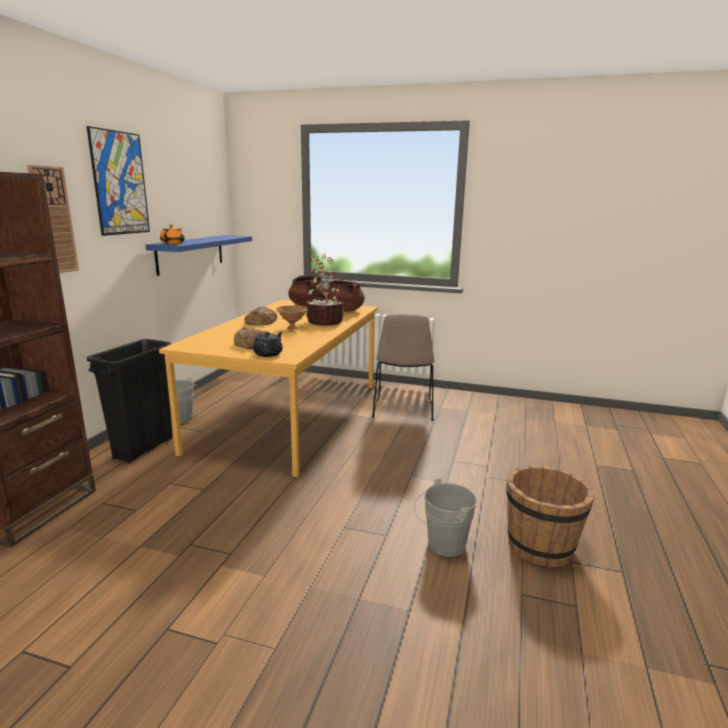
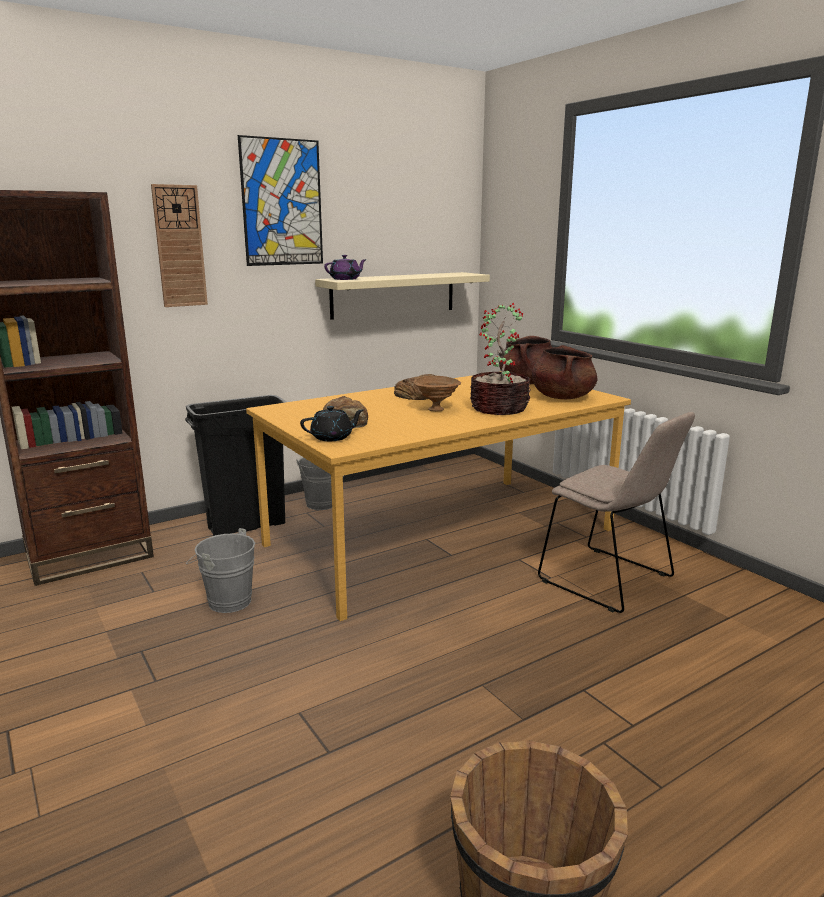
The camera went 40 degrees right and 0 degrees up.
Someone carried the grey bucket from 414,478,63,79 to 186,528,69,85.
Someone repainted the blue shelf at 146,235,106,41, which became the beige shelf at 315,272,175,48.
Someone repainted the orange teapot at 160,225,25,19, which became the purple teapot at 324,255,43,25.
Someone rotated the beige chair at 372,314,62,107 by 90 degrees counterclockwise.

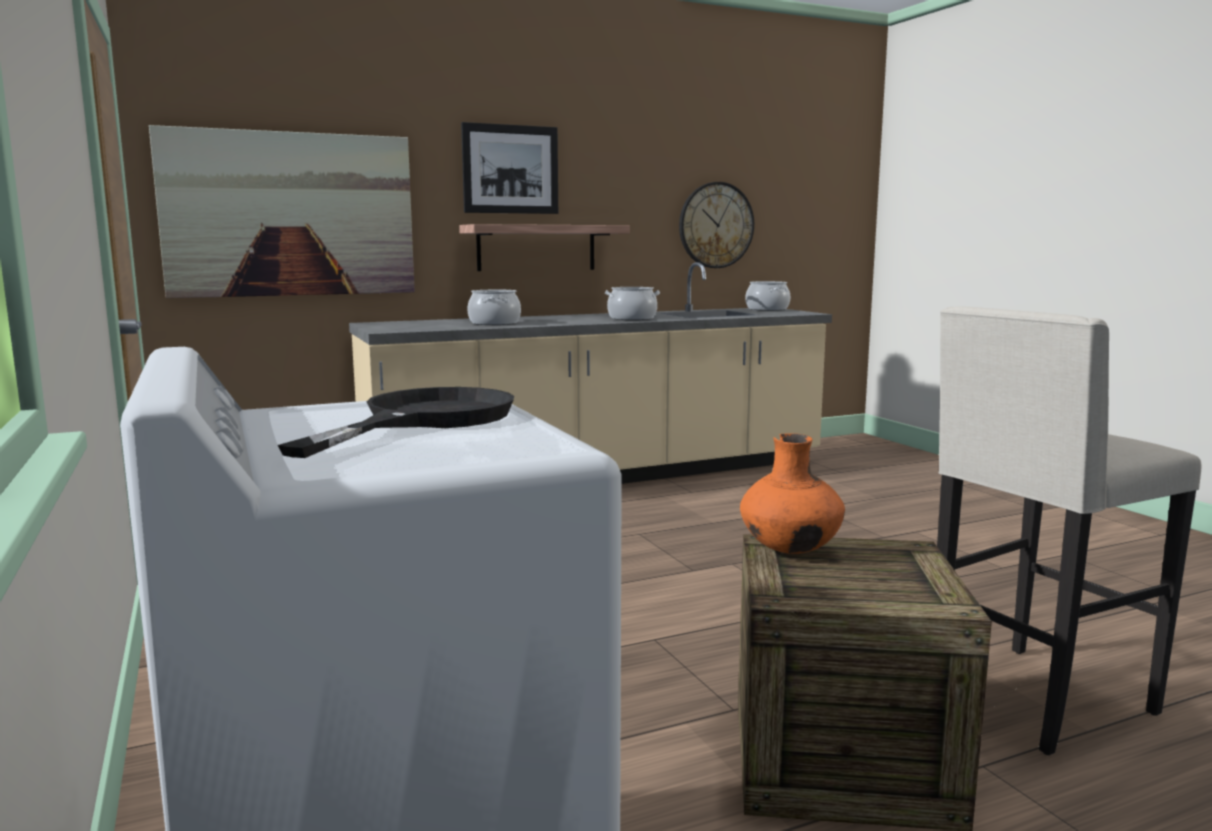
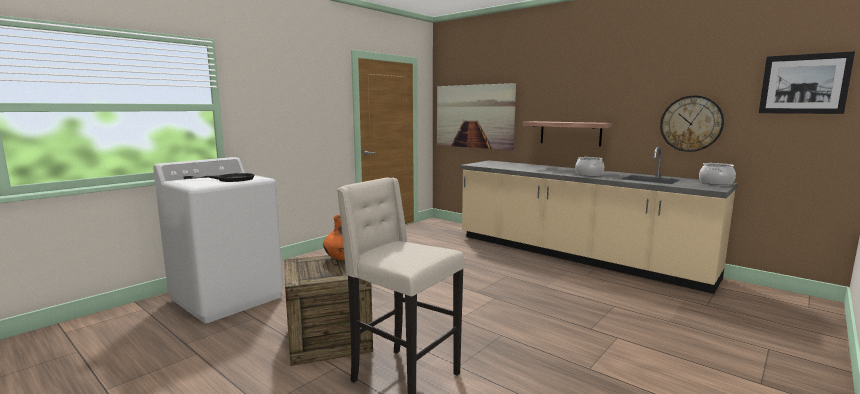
The camera went 65 degrees right and 0 degrees up.
Someone took away the cooking pot at 467,290,54,35.
Someone carried the picture from 461,122,97,92 to 759,51,96,63.

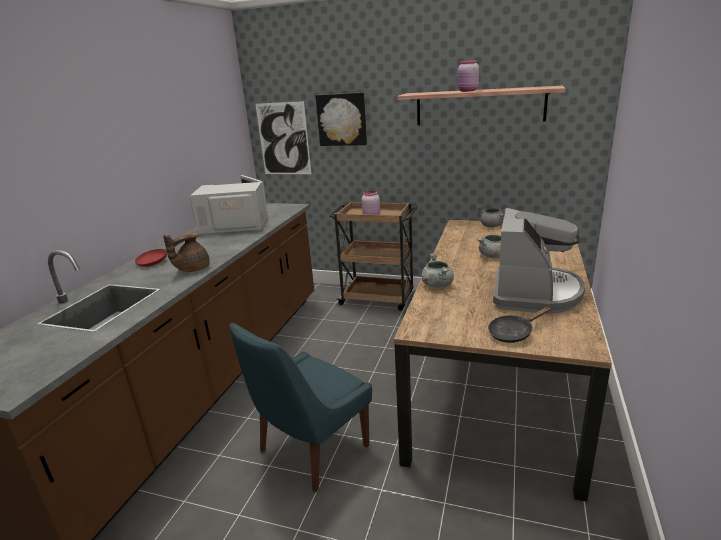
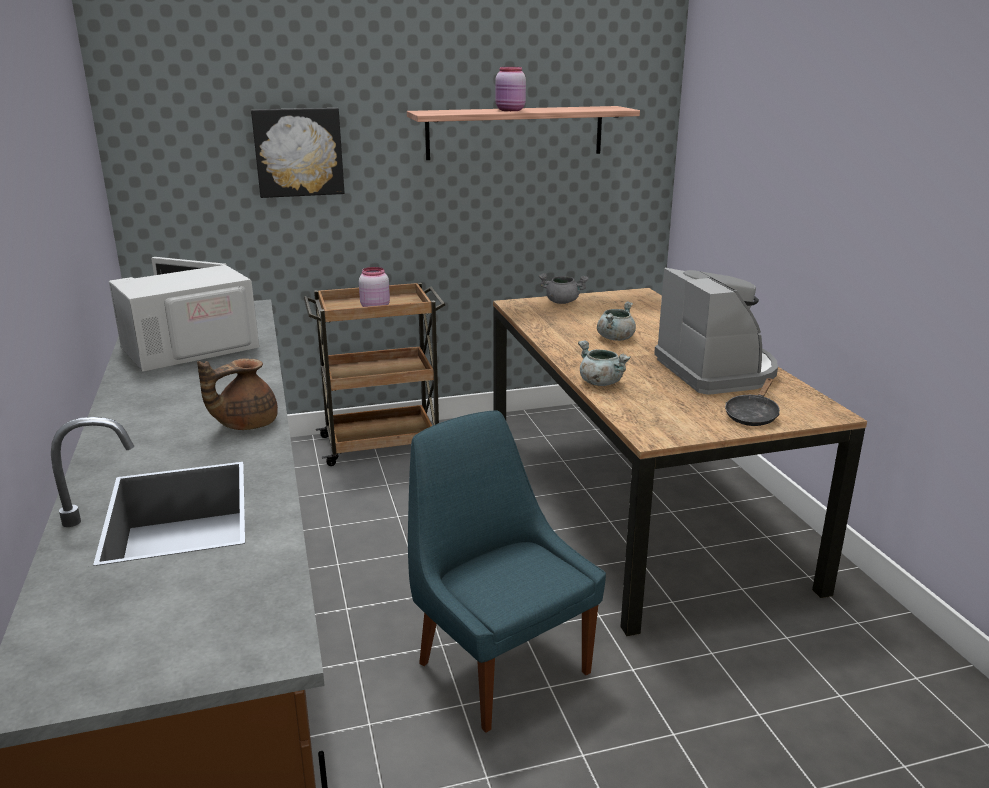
The camera went 35 degrees left and 0 degrees up.
Someone took away the red frying pan at 135,241,48,26.
Someone took away the picture at 255,101,56,73.
Someone rotated the brown teapot at 163,233,47,39 by 45 degrees clockwise.
Someone rotated the blue chair at 229,323,143,169 by 135 degrees clockwise.

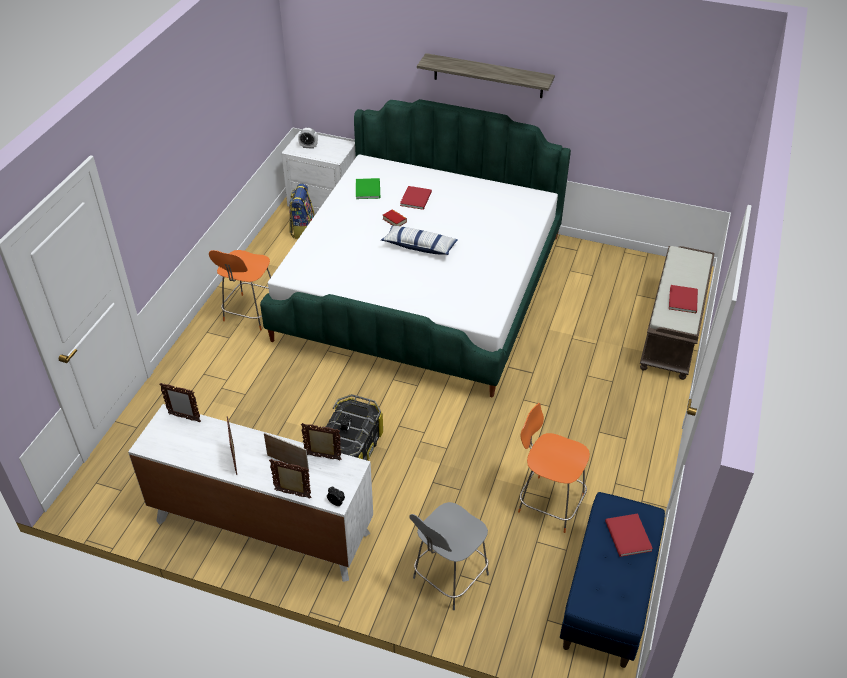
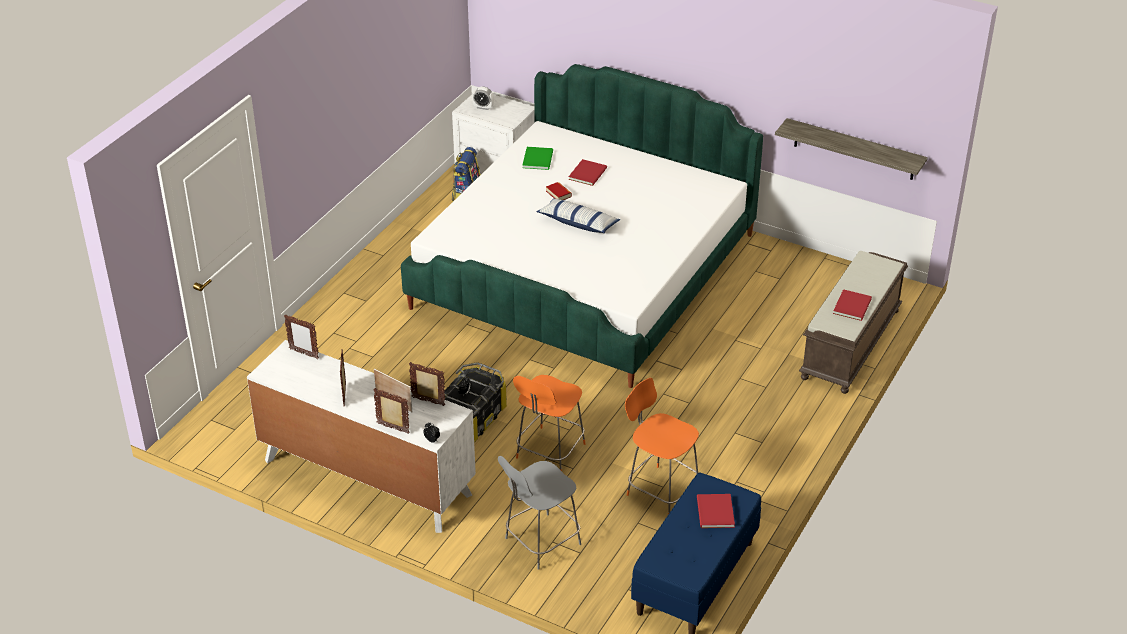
The camera went 10 degrees right and 5 degrees down.
Someone carried the orange chair from 209,250,62,80 to 513,375,73,96.
Someone carried the shelf from 417,53,138,45 to 775,118,153,62.

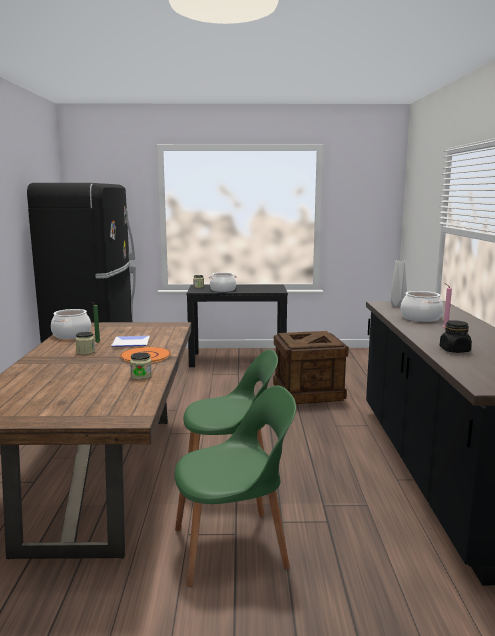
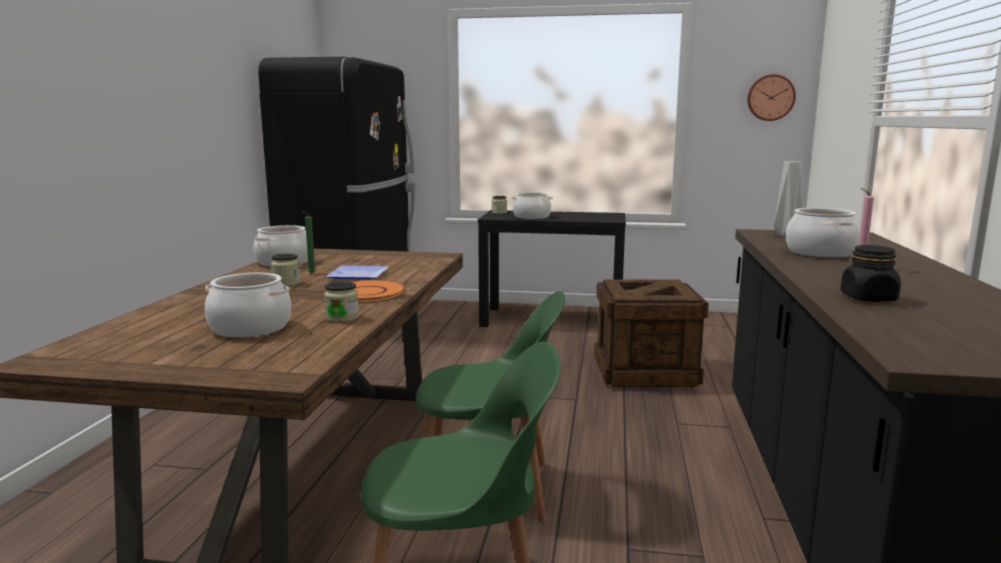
The camera went 10 degrees right and 0 degrees up.
Someone put down the cooking pot at 205,273,86,65.
Someone put up the wall clock at 747,74,49,47.

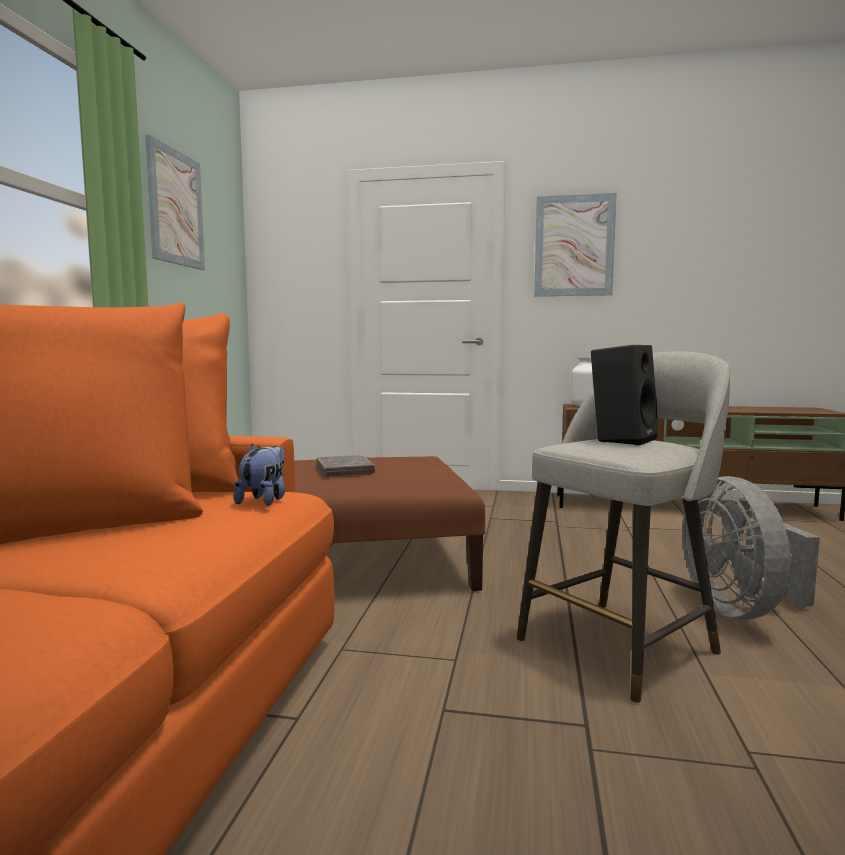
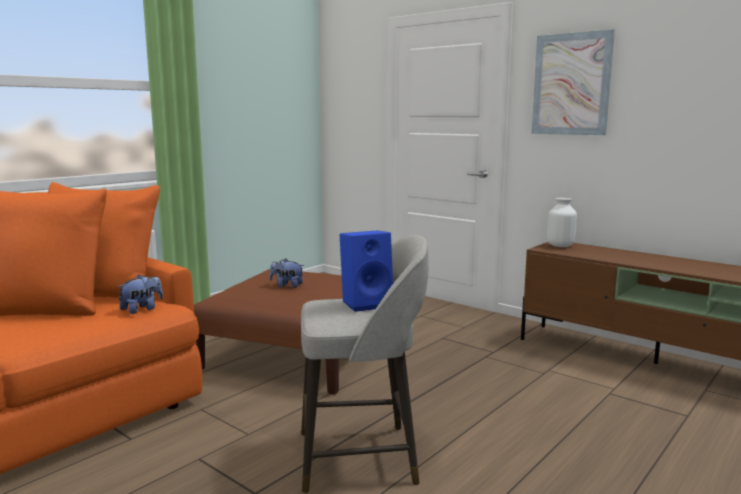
The camera went 30 degrees right and 5 degrees up.
Someone took away the picture at 145,135,60,135.
Someone took away the grey fan at 682,476,138,144.
Someone swapped the grey book at 317,455,58,21 for the plush toy at 269,259,35,29.
Someone repainted the black speaker at 591,345,68,100, which became the blue speaker at 340,230,53,82.

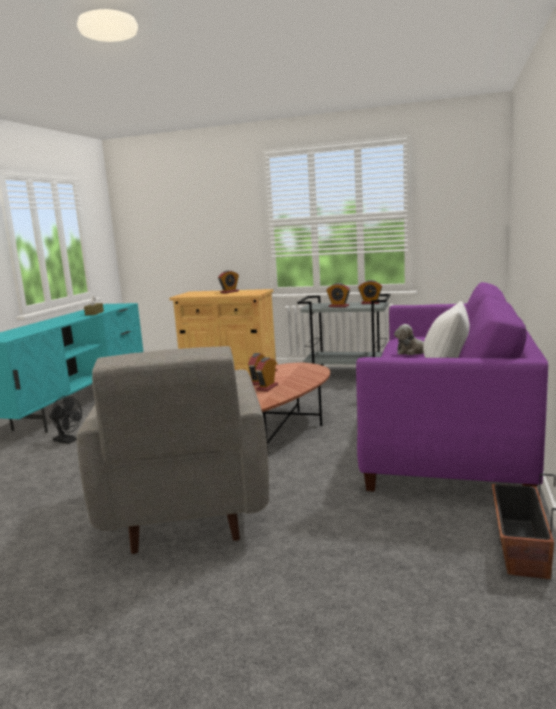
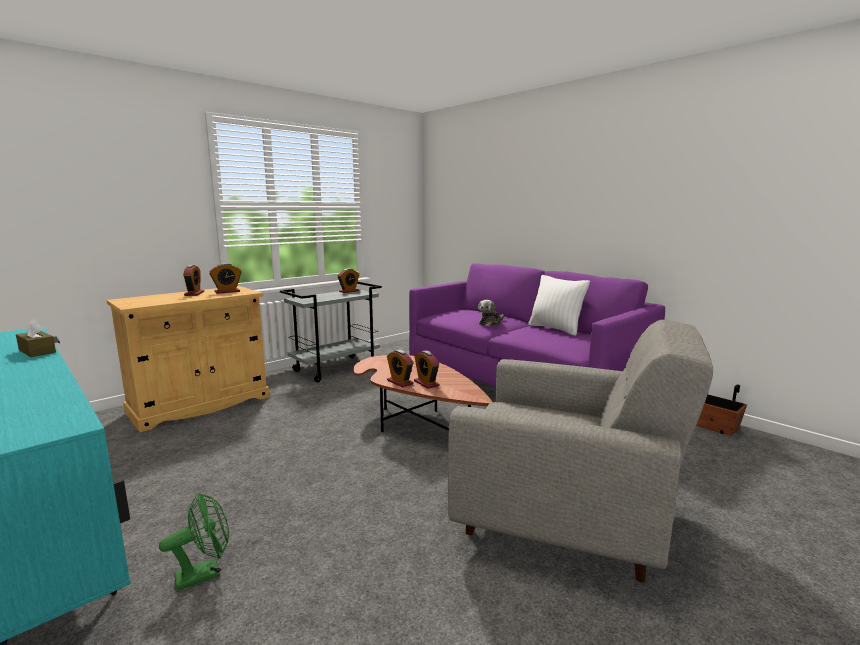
The camera went 60 degrees left and 0 degrees up.
Someone carried the alarm clock from 326,283,24,24 to 209,263,32,31.
Someone repainted the black fan at 49,396,33,48, which became the green fan at 159,493,70,98.

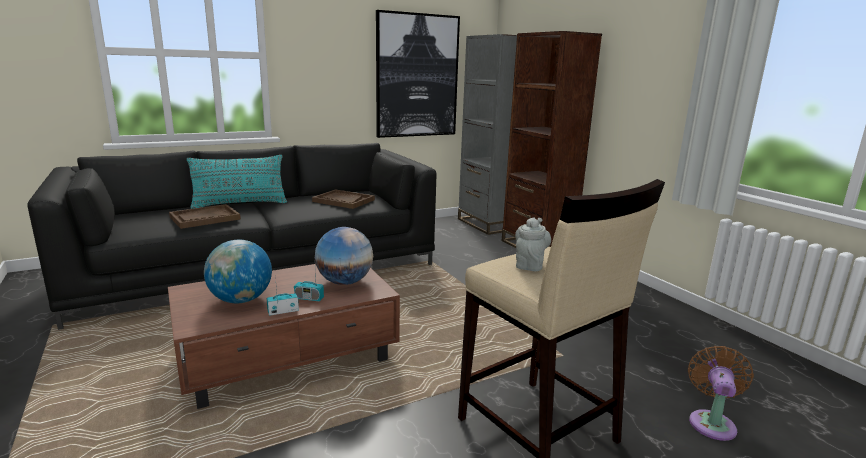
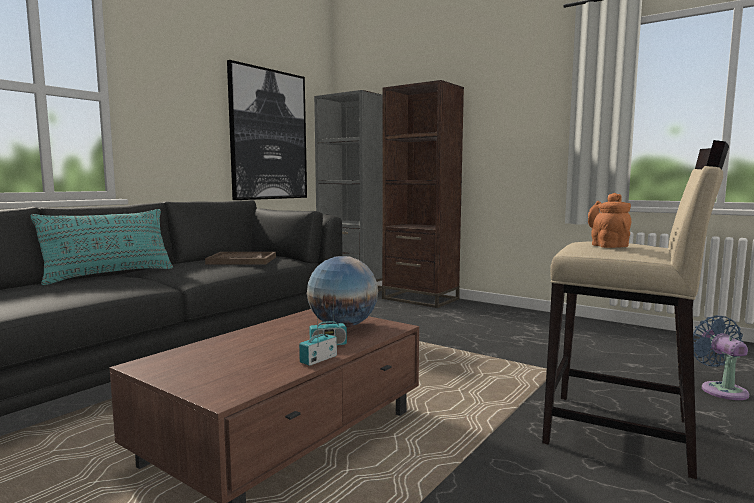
The camera went 25 degrees left and 10 degrees down.
Someone took away the brown tray at 169,204,72,25.
Someone took away the globe at 204,240,68,63.
Someone repainted the grey teapot at 515,217,36,55, which became the orange teapot at 588,193,43,55.
Someone repainted the brown fan at 688,346,66,95, which became the blue fan at 693,315,57,85.

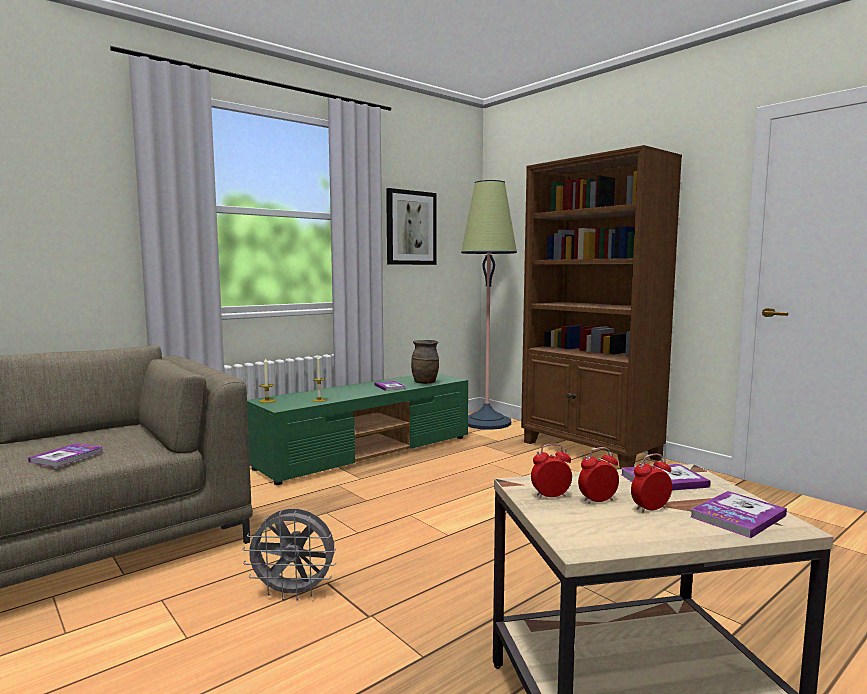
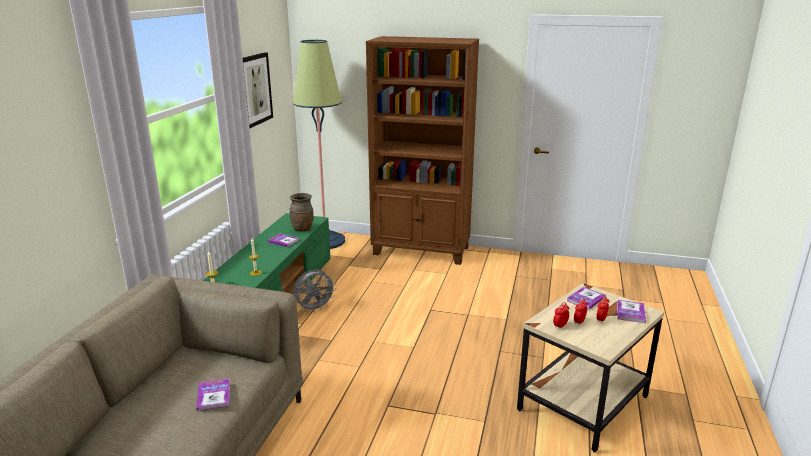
The camera went 35 degrees left and 15 degrees up.
Someone carried the grey fan from 243,509,94,92 to 293,270,44,43.

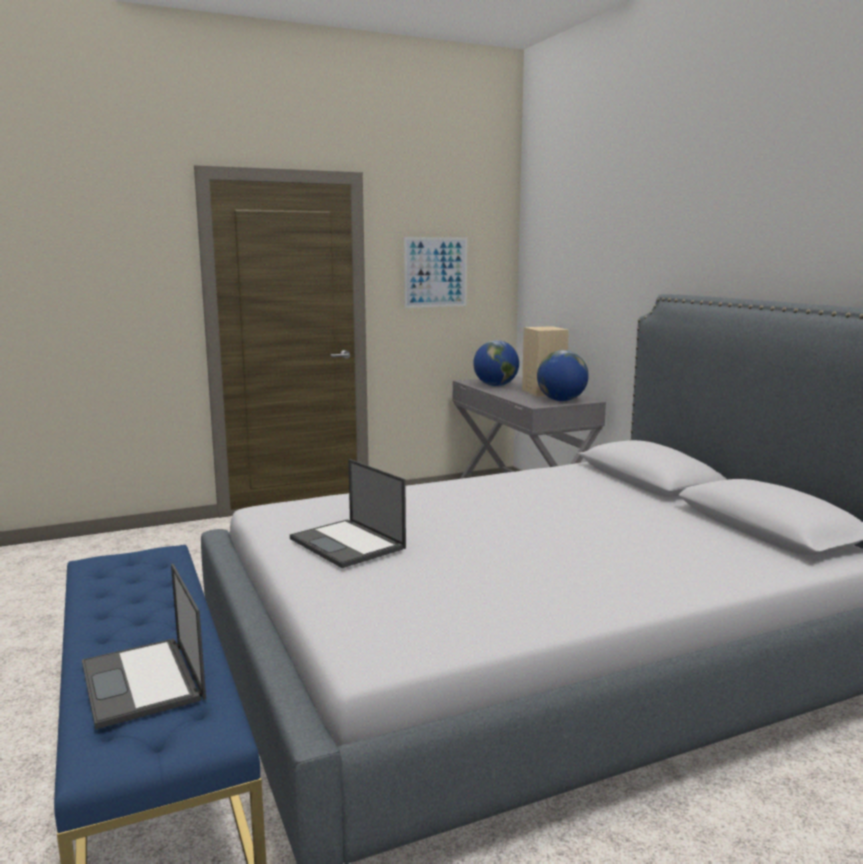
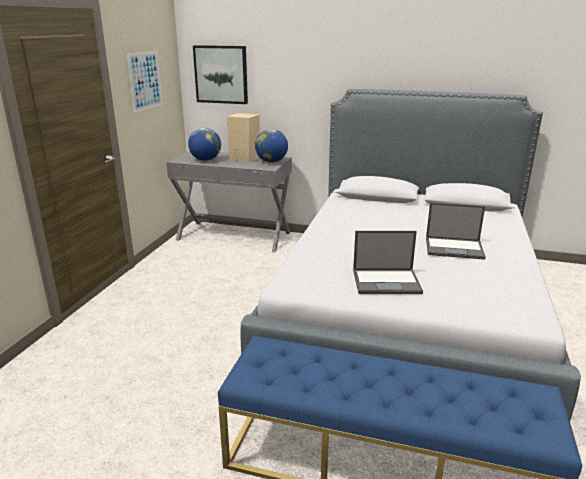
The camera went 50 degrees left and 10 degrees up.
Someone put up the picture at 193,45,55,59.
Someone carried the laptop from 82,563,124,166 to 426,203,60,57.

